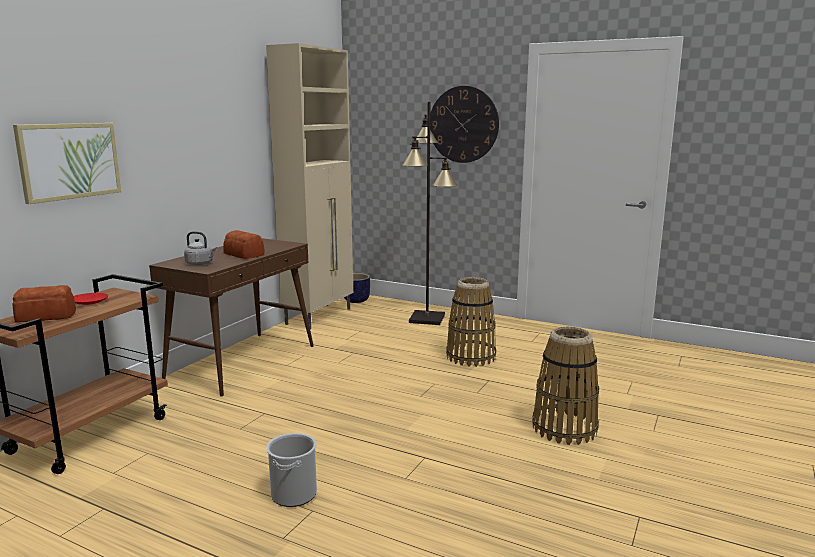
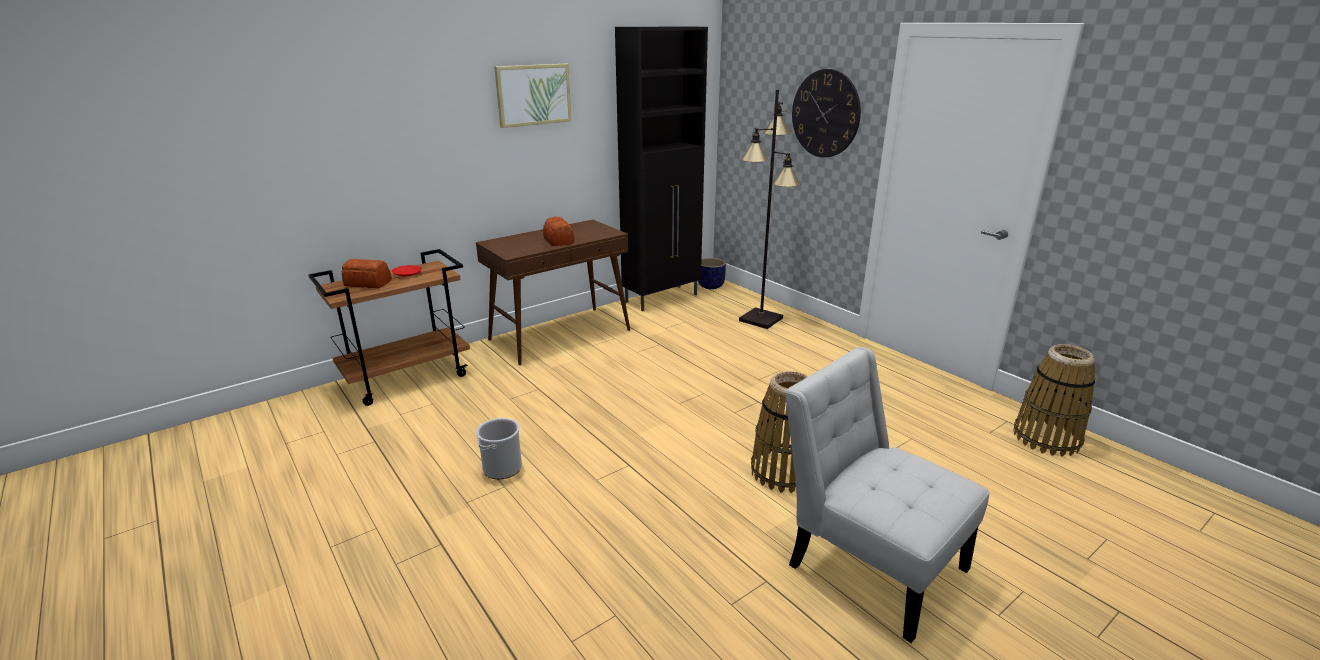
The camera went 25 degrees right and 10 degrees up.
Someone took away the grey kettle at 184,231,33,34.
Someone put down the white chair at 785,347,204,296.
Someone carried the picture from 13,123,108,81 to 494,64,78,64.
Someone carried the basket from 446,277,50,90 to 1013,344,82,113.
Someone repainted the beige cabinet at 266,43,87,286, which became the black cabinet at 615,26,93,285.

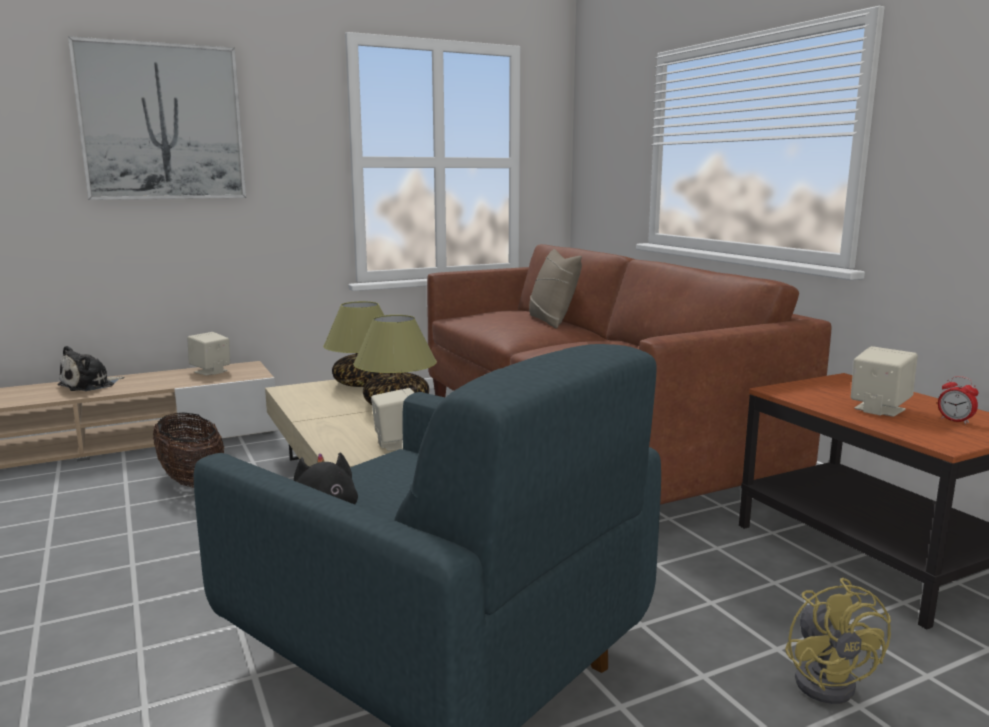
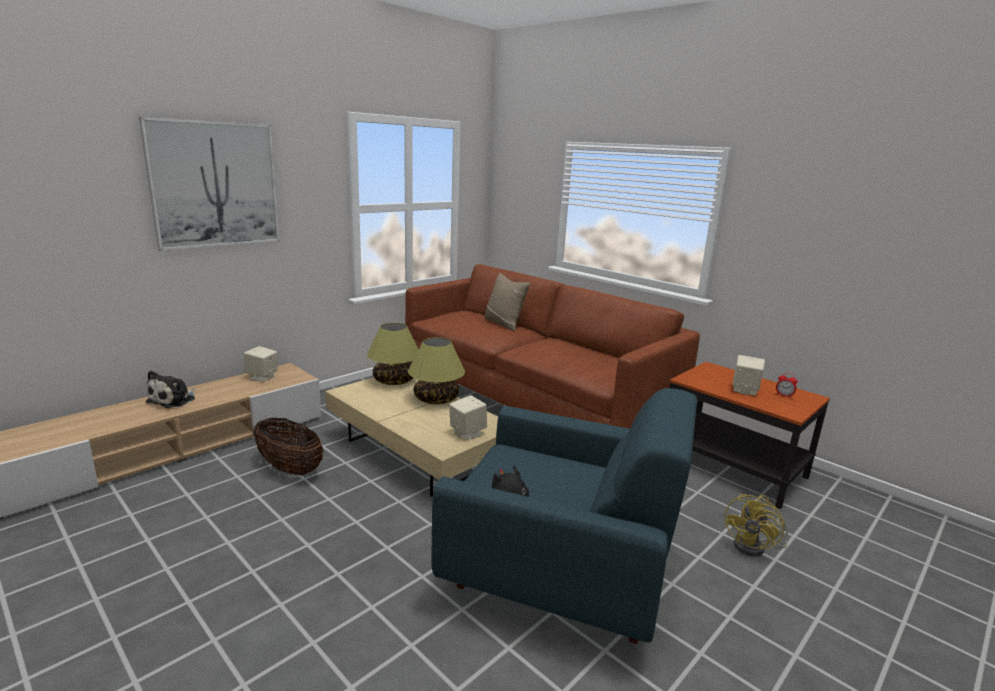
The camera went 20 degrees left and 5 degrees up.
Someone rotated the yellow fan at 785,578,106,126 by 60 degrees clockwise.

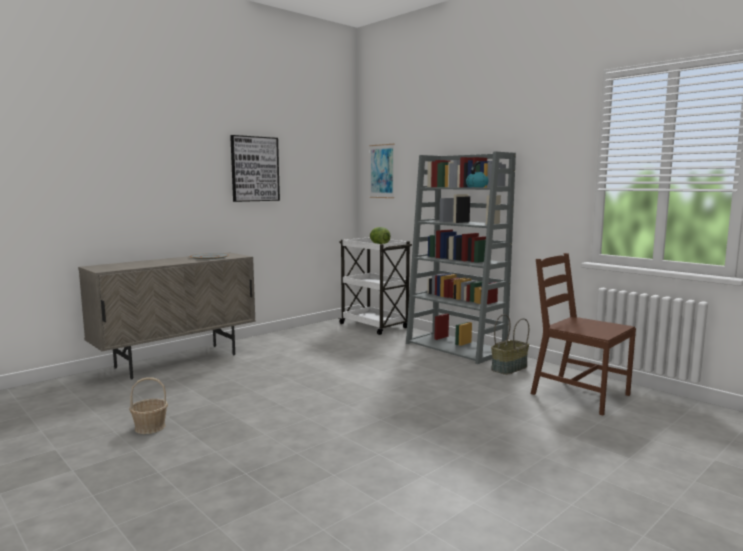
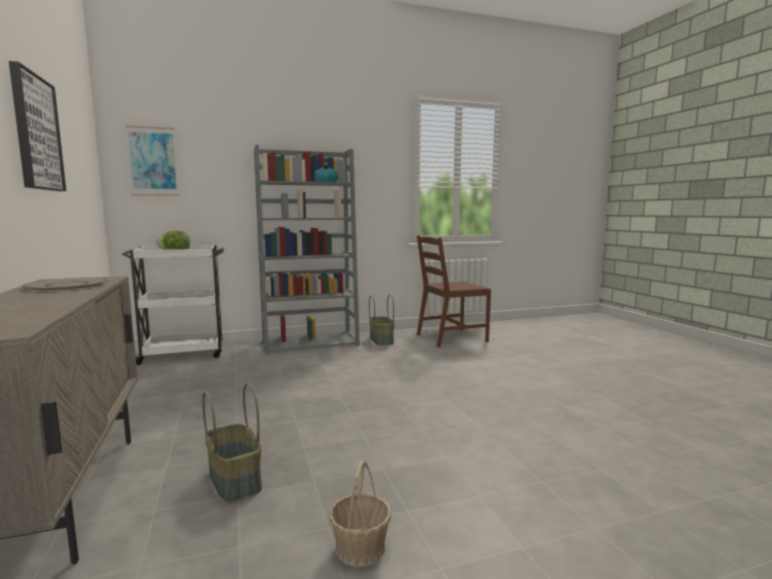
The camera went 65 degrees left and 0 degrees up.
Someone put down the basket at 202,383,60,120.

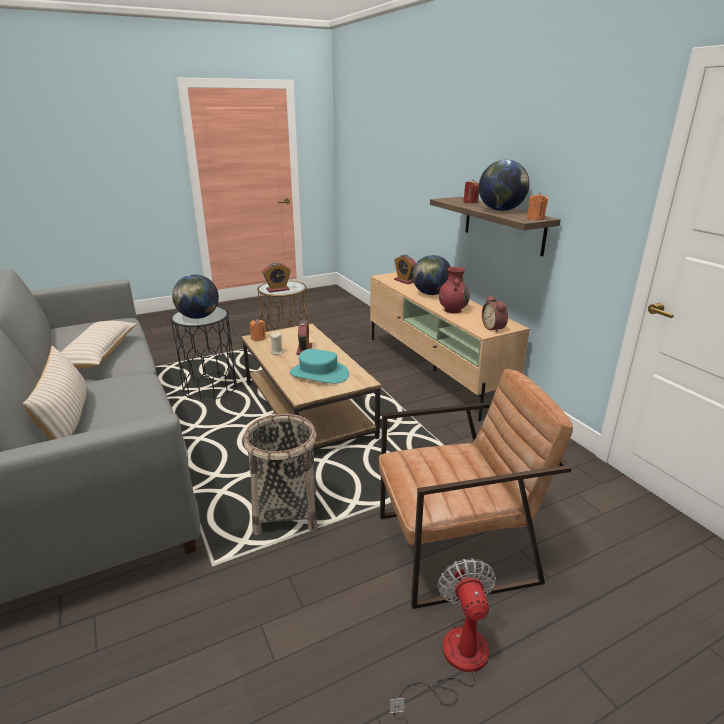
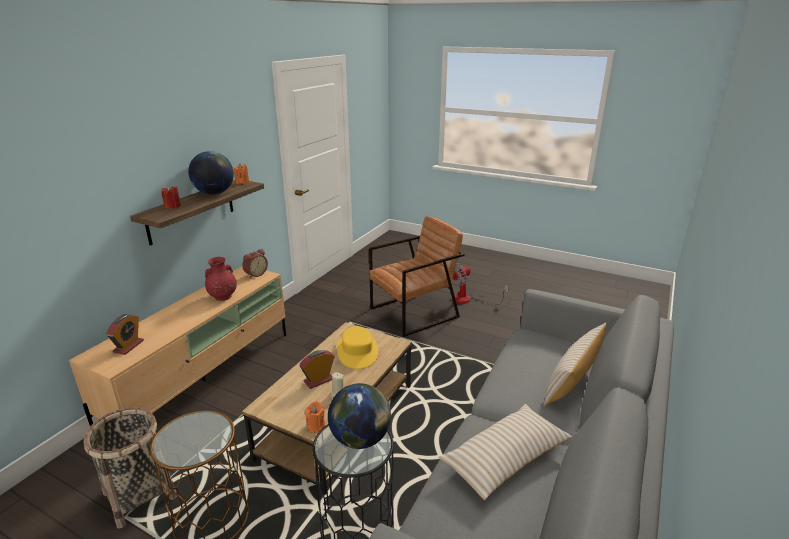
The camera went 125 degrees left and 0 degrees up.
Someone took away the alarm clock at 262,263,29,30.
Someone took away the globe at 412,255,39,40.
Someone carried the basket from 243,414,74,121 to 84,407,93,122.
Someone repainted the turquoise hat at 290,349,59,35, which became the yellow hat at 337,326,41,43.
Someone rotated the brown armchair at 379,369,194,240 by 105 degrees clockwise.

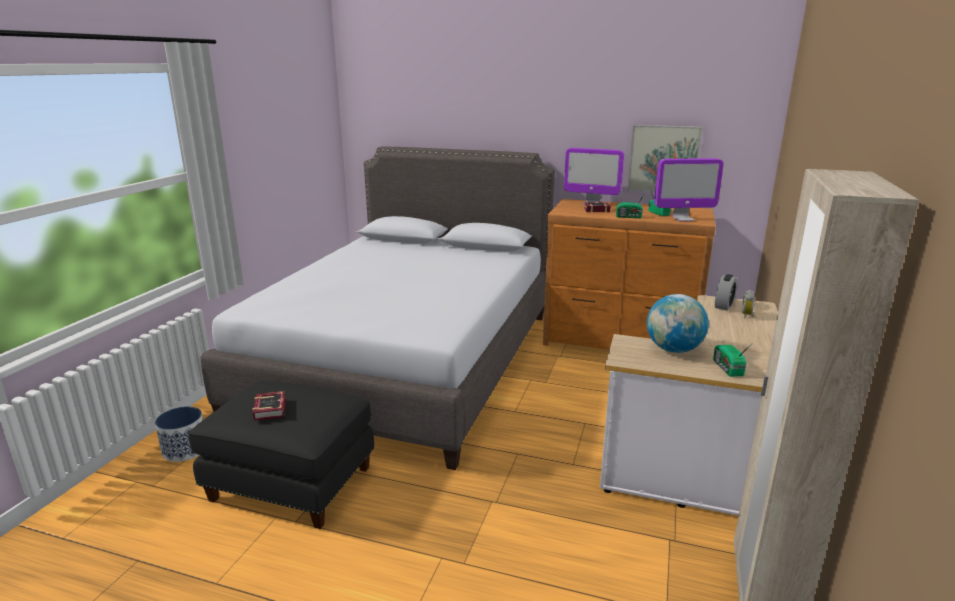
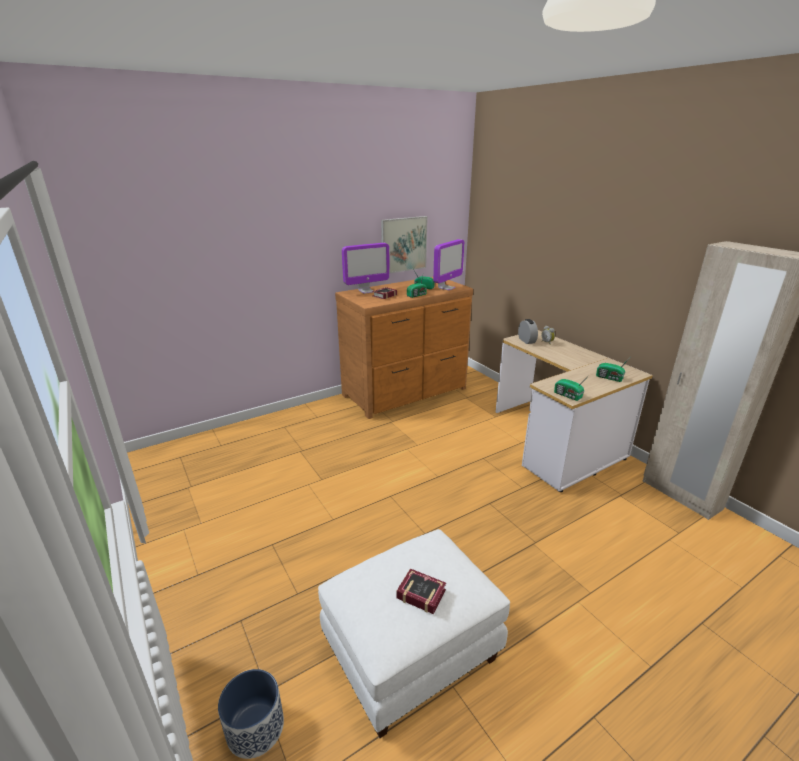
The camera went 50 degrees left and 5 degrees up.
Someone took away the grey bed at 201,146,354,324.
Someone took away the globe at 647,294,62,59.
Someone put down the radio at 554,375,35,26.
Someone repainted the black ottoman at 188,381,186,148, which became the white ottoman at 318,529,192,209.

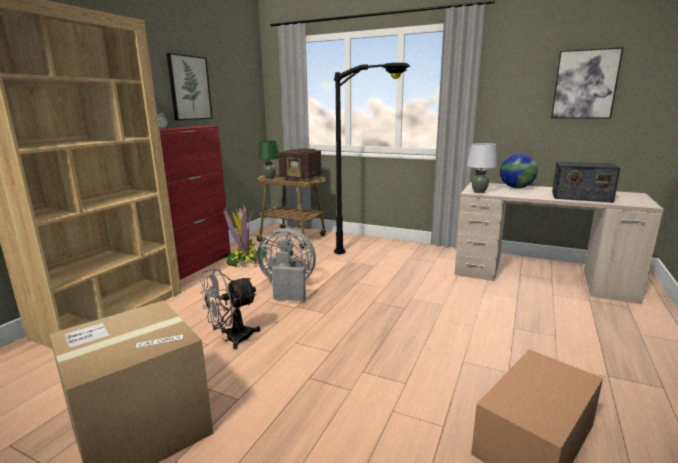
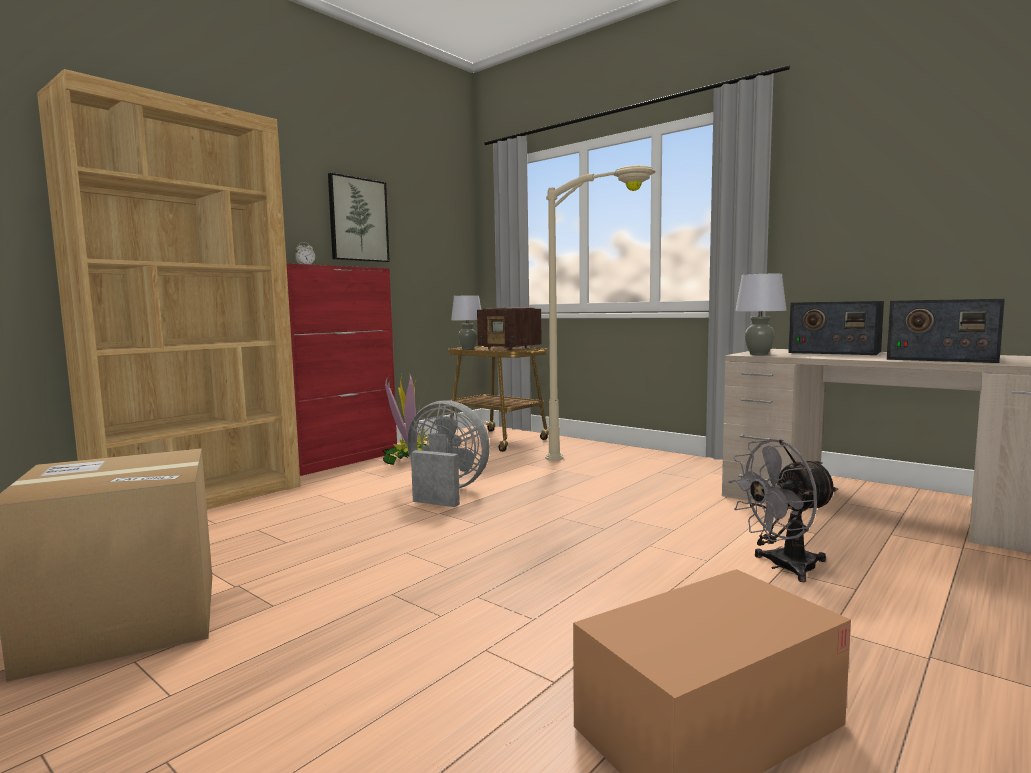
The camera went 15 degrees right and 10 degrees down.
Someone took away the picture at 551,47,73,72.
Someone carried the grey fan from 200,269,60,81 to 728,439,110,143.
Someone swapped the globe at 500,153,38,35 for the radio at 789,301,95,54.
Someone repainted the green table lamp at 258,140,21,39, which became the grey table lamp at 451,295,30,55.
Someone repainted the black floor lamp at 334,63,76,191, which became the beige floor lamp at 545,165,110,296.

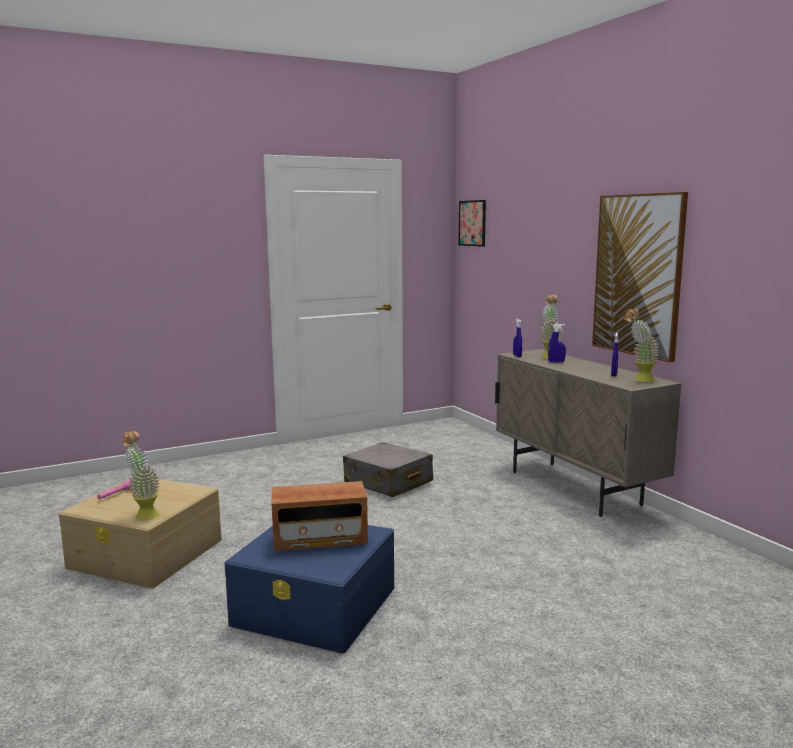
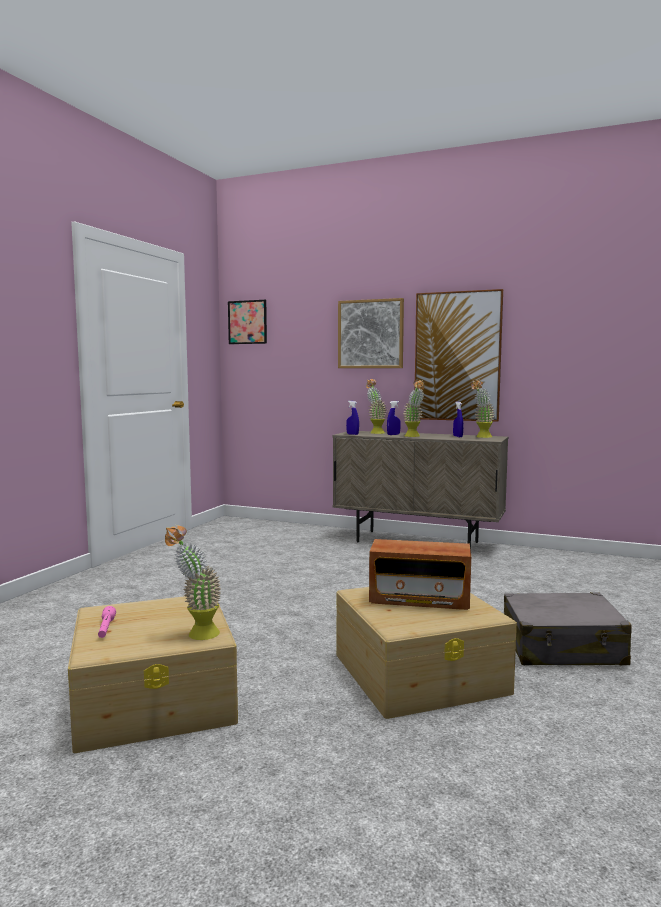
The camera went 40 degrees left and 5 degrees down.
Someone put up the picture at 338,298,66,70.
Someone put down the potted plant at 403,380,22,57.
Someone carried the grey suitcase from 343,442,90,55 to 504,592,128,73.
Someone repainted the blue storage box at 225,525,169,128, which became the beige storage box at 336,587,181,132.
Someone rotated the radio at 272,481,96,71 by 60 degrees clockwise.

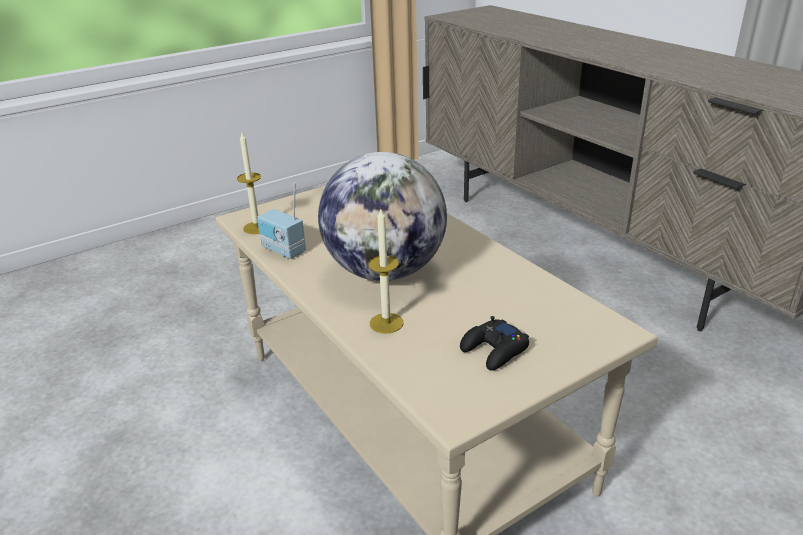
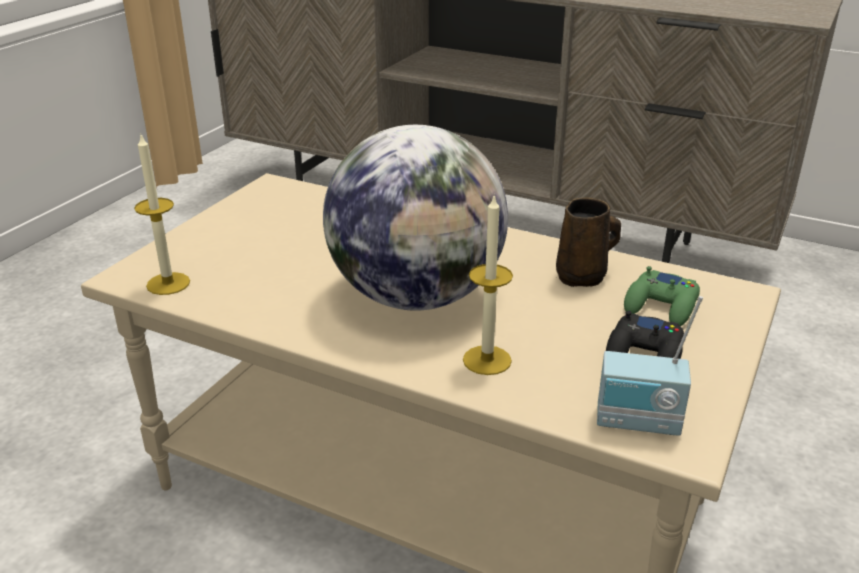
The camera went 30 degrees left and 0 degrees up.
Someone put down the brown mug at 556,198,65,89.
Someone put down the green game controller at 624,266,76,60.
Someone carried the radio from 257,182,49,77 to 597,296,106,140.

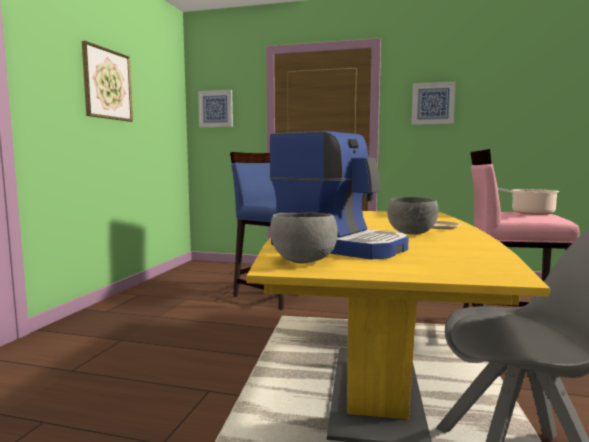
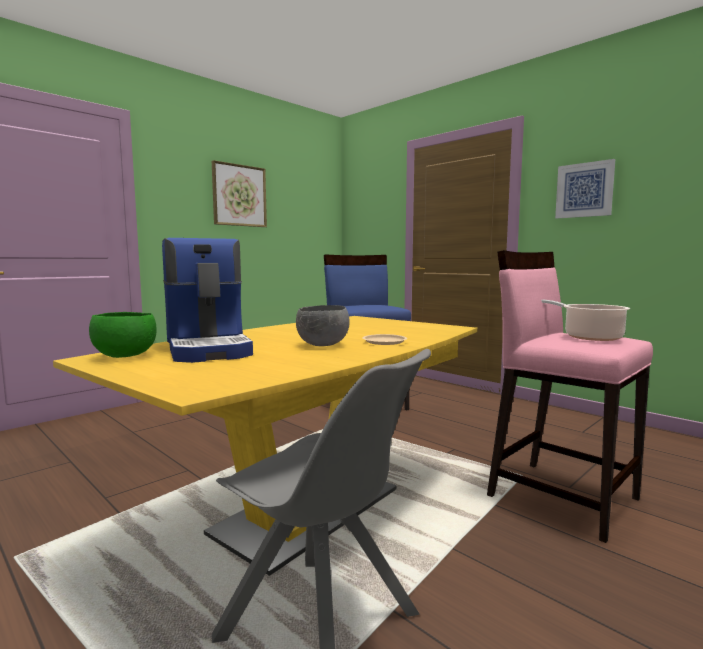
The camera went 30 degrees right and 0 degrees up.
Someone took away the picture at 198,90,35,38.
Someone repainted the grey bowl at 270,212,68,51, which became the green bowl at 89,312,68,46.

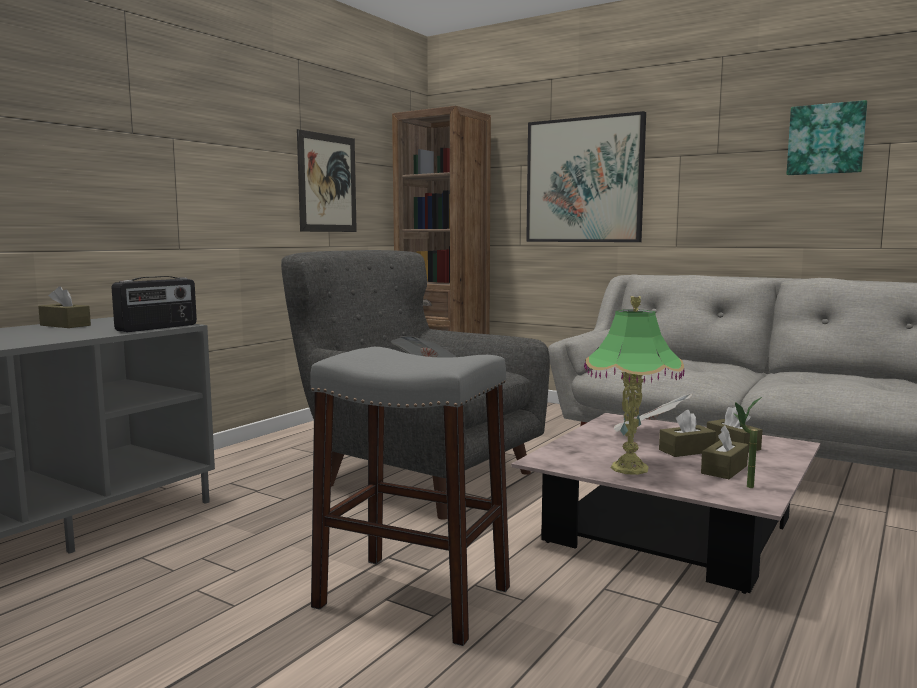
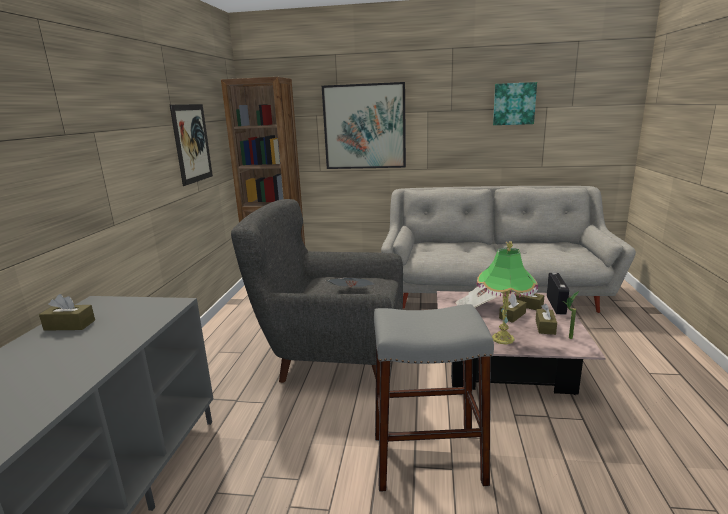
The camera went 25 degrees left and 10 degrees up.
Someone carried the radio from 111,276,86,56 to 547,272,22,43.

